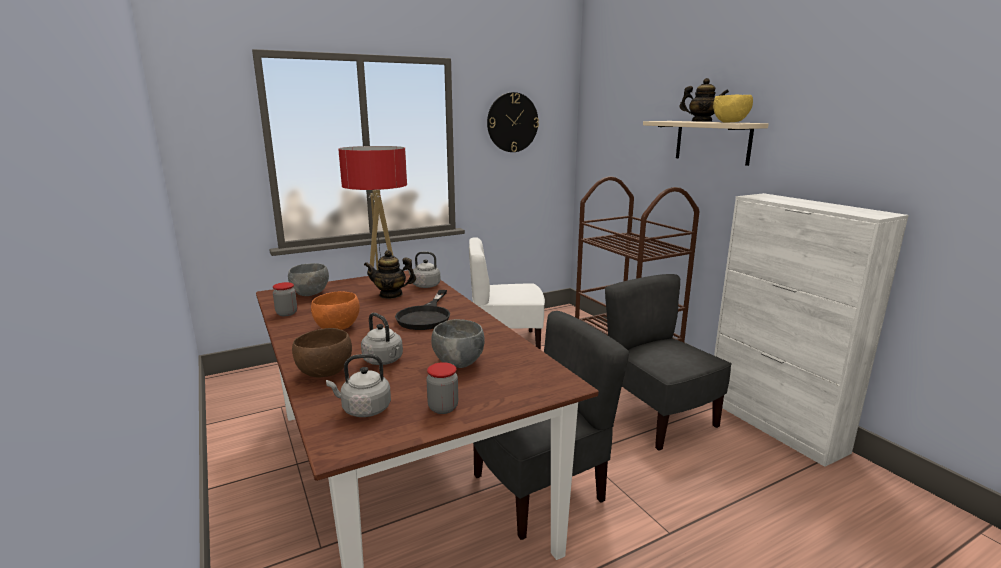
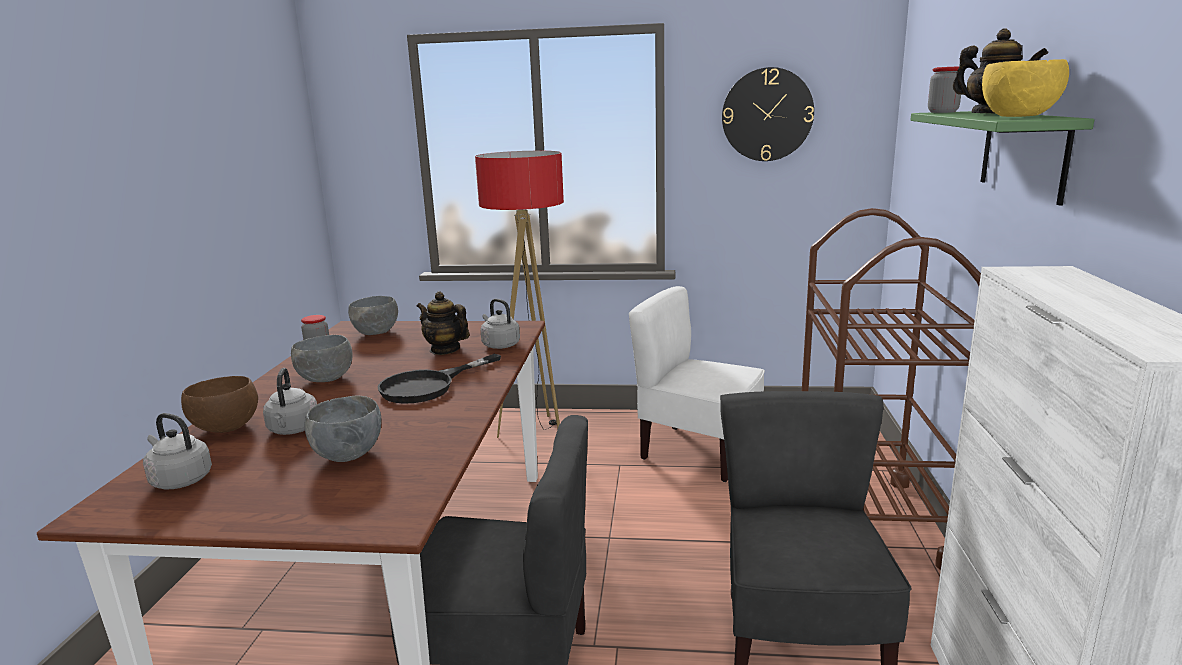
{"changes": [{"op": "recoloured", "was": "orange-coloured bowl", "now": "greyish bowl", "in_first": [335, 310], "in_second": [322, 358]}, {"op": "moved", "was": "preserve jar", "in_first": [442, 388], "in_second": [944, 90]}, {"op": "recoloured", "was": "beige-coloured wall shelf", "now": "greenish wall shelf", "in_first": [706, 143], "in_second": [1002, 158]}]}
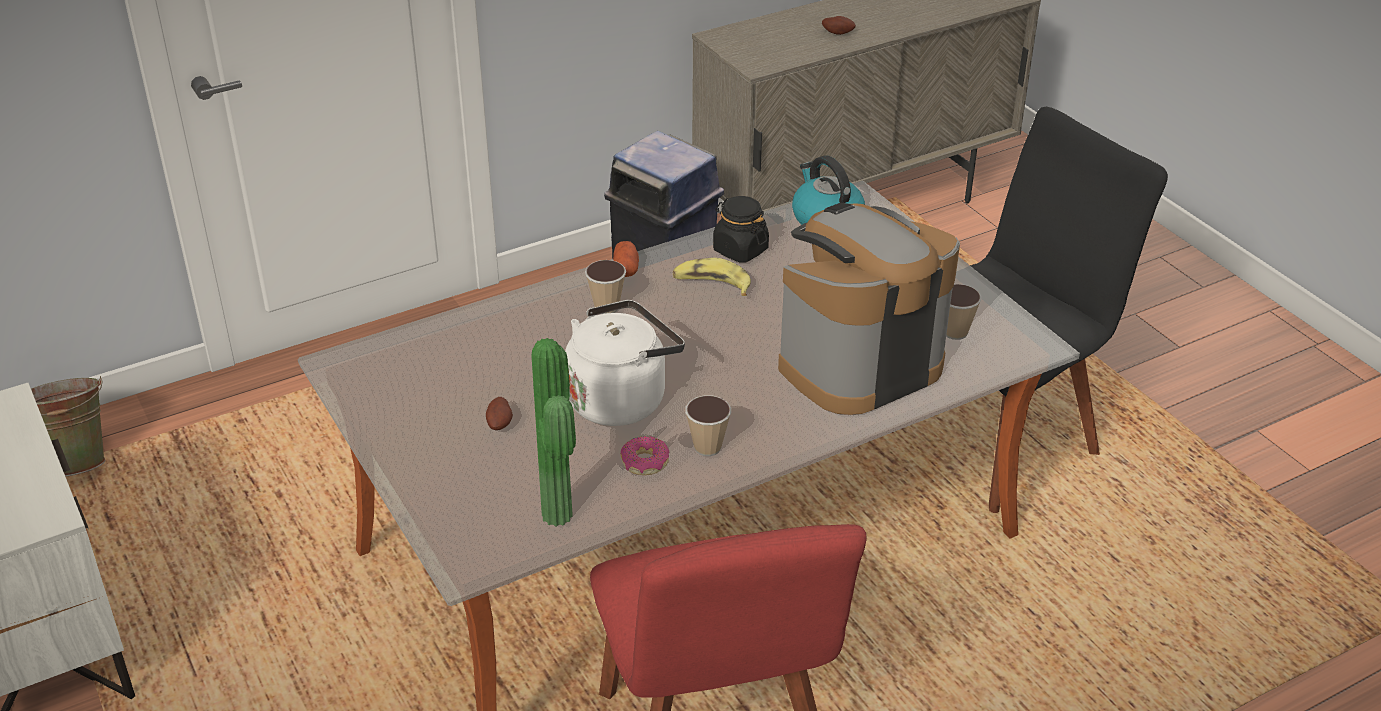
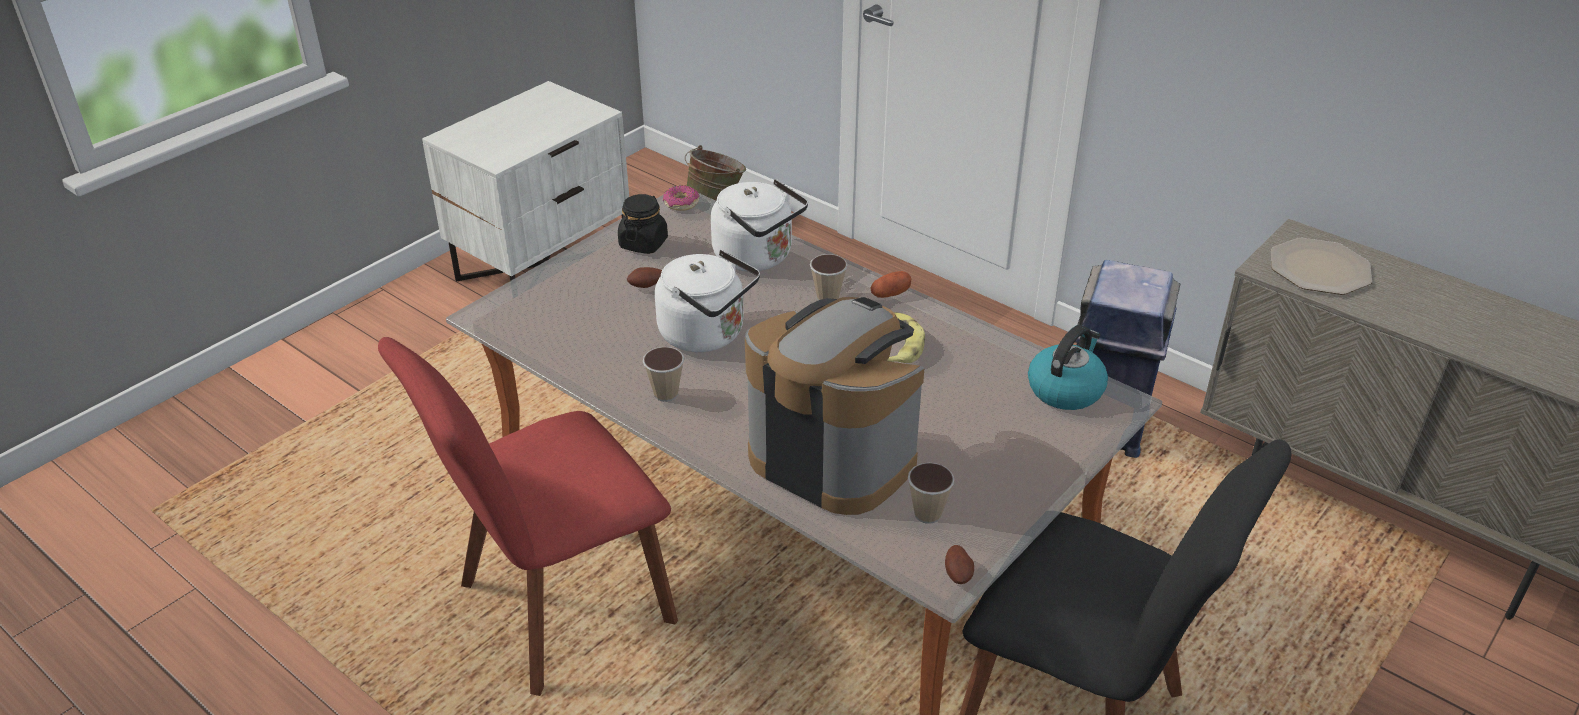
{"changes": [{"op": "removed", "was": "potted plant", "in_first": [554, 432]}, {"op": "moved", "was": "donut", "in_first": [644, 455], "in_second": [681, 198]}, {"op": "moved", "was": "black-coloured preserve jar", "in_first": [741, 229], "in_second": [643, 224]}, {"op": "moved", "was": "potato", "in_first": [839, 25], "in_second": [959, 564]}, {"op": "added", "now": "white-coloured kettle", "in_second": [759, 225]}, {"op": "added", "now": "dinner plate", "in_second": [1321, 266]}]}
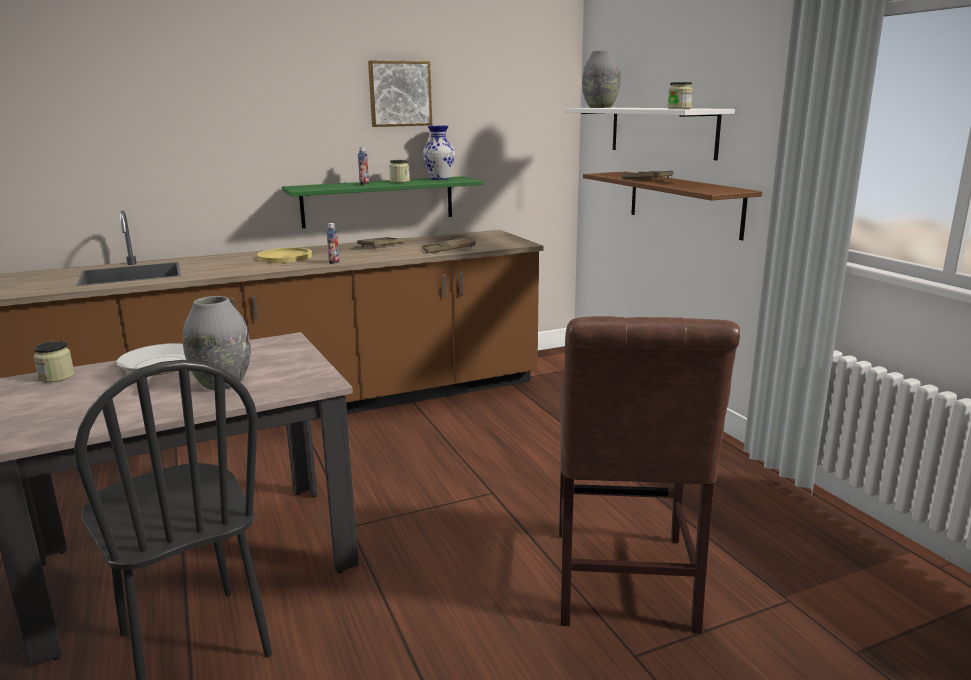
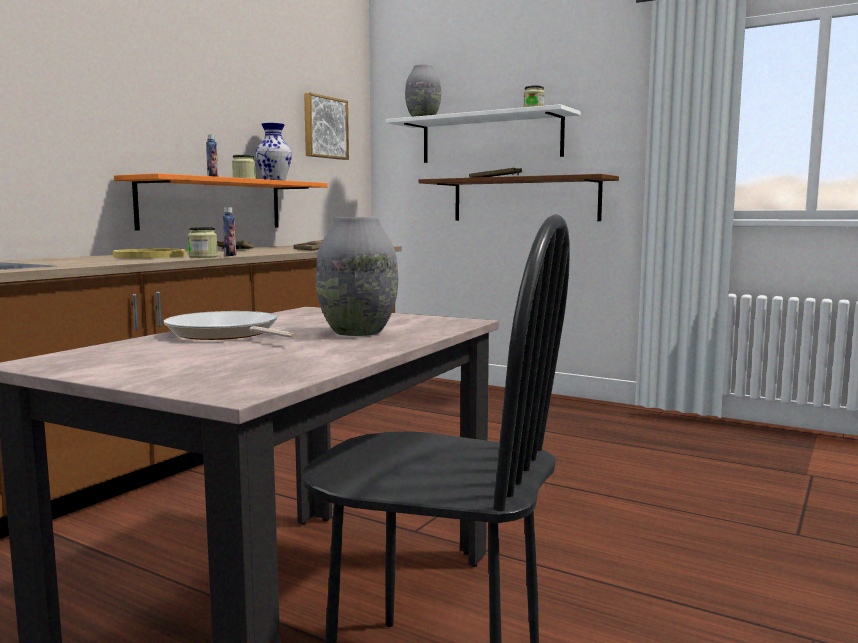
{"changes": [{"op": "moved", "was": "preserve jar", "in_first": [54, 361], "in_second": [203, 242]}, {"op": "recoloured", "was": "greenish wall shelf", "now": "orange-coloured wall shelf", "in_first": [382, 202], "in_second": [221, 202]}, {"op": "moved", "was": "wall picture", "in_first": [400, 94], "in_second": [326, 126]}, {"op": "removed", "was": "brown plain chair", "in_first": [649, 474]}]}
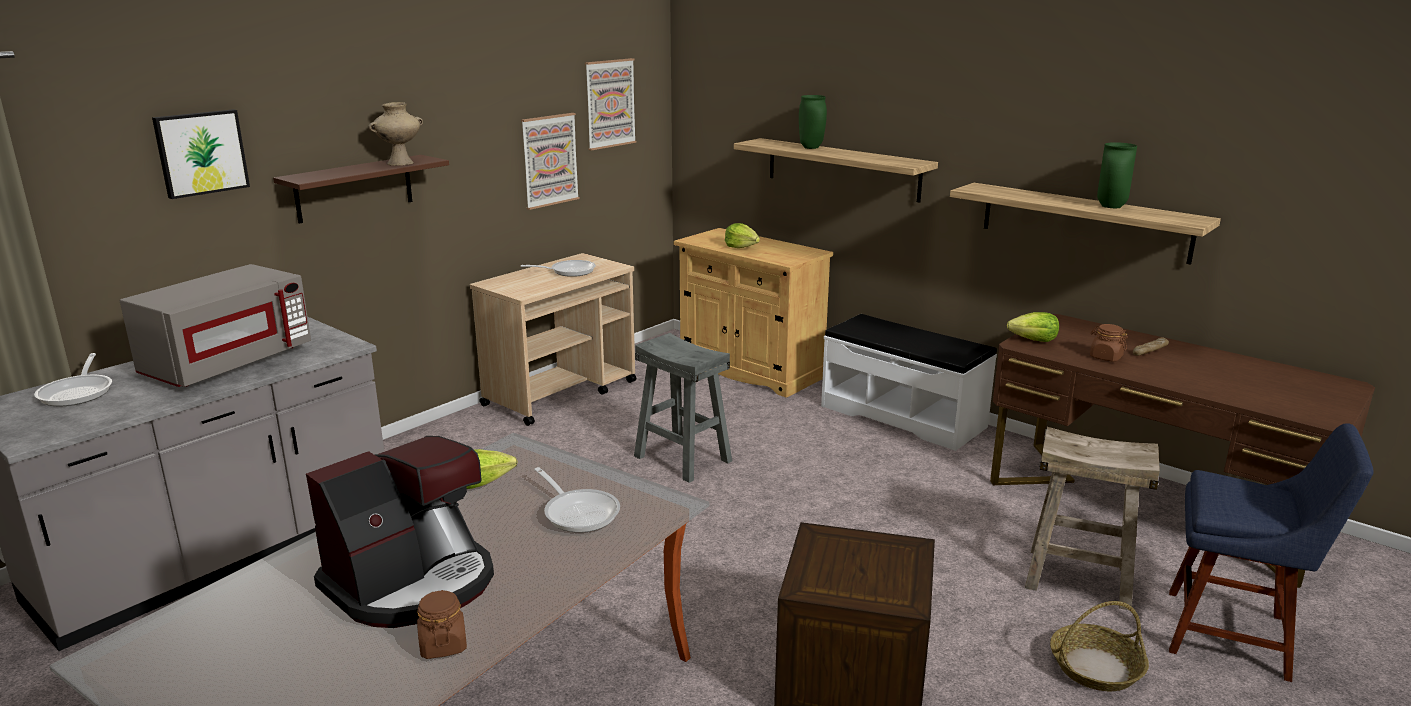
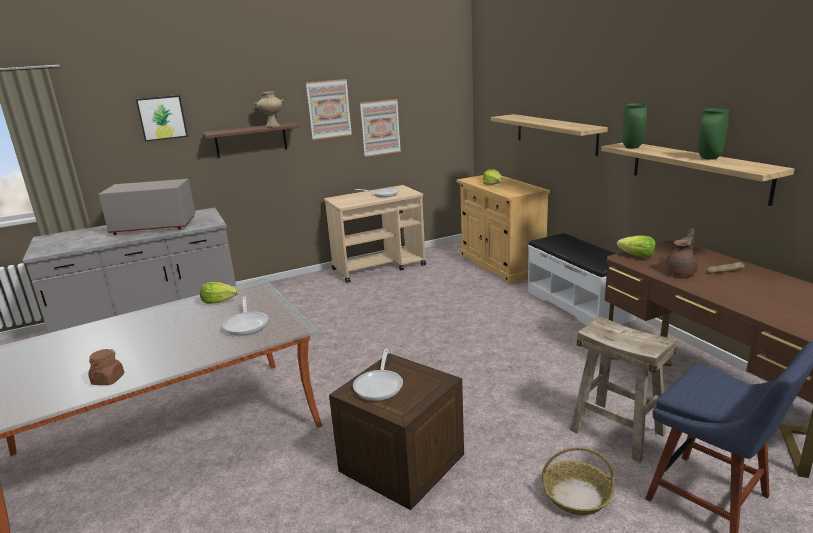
{"changes": [{"op": "moved", "was": "frying pan", "in_first": [73, 379], "in_second": [378, 375]}, {"op": "turned", "was": "greyish kitchen microwave", "in_first": [215, 325], "in_second": [147, 207], "clockwise": -150}, {"op": "removed", "was": "coffee maker", "in_first": [400, 532]}, {"op": "moved", "was": "wall picture", "in_first": [611, 104], "in_second": [329, 109]}, {"op": "removed", "was": "greyish sitting stool", "in_first": [683, 408]}, {"op": "moved", "was": "greenish vase", "in_first": [813, 122], "in_second": [634, 126]}, {"op": "replaced", "was": "brown preserve jar", "now": "brown tea pot", "in_first": [1109, 343], "in_second": [681, 252]}]}
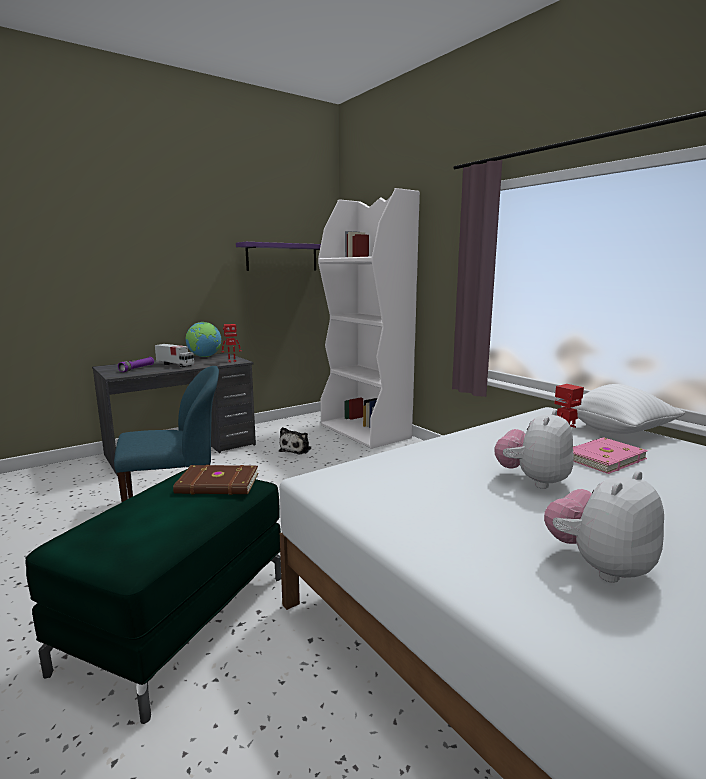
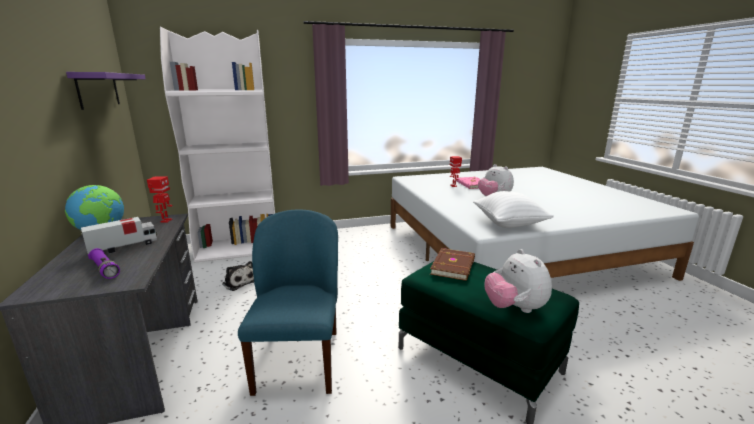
{"changes": [{"op": "moved", "was": "cuddly toy", "in_first": [604, 527], "in_second": [518, 281]}, {"op": "moved", "was": "white-coloured pillow", "in_first": [623, 409], "in_second": [513, 209]}]}
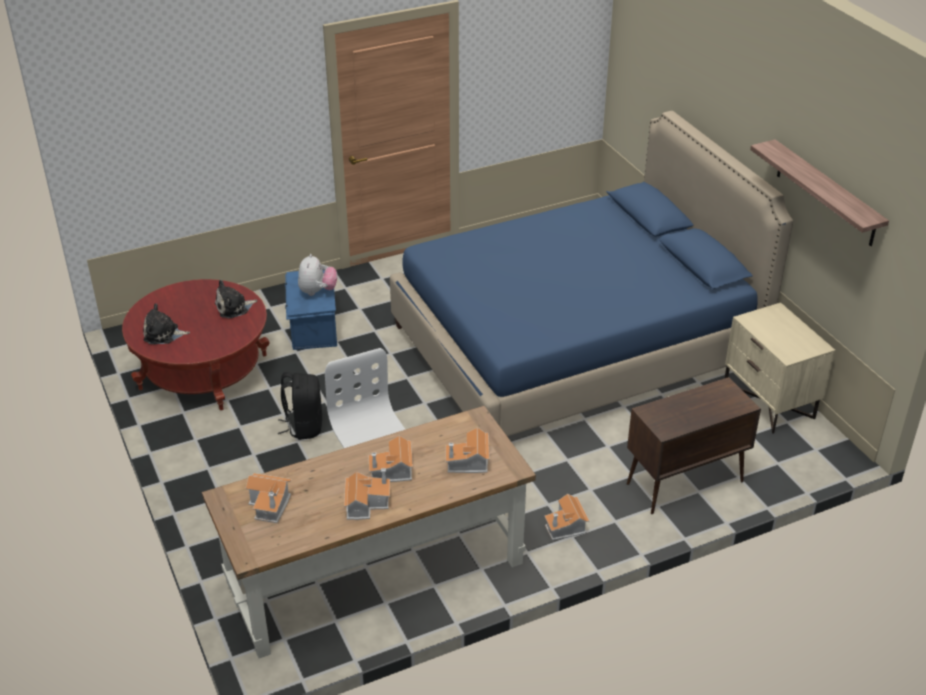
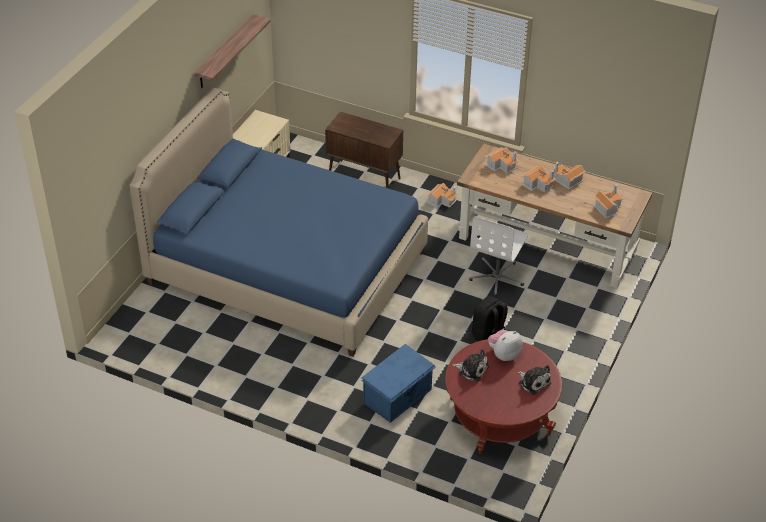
{"changes": [{"op": "moved", "was": "cuddly toy", "in_first": [317, 275], "in_second": [505, 345]}]}
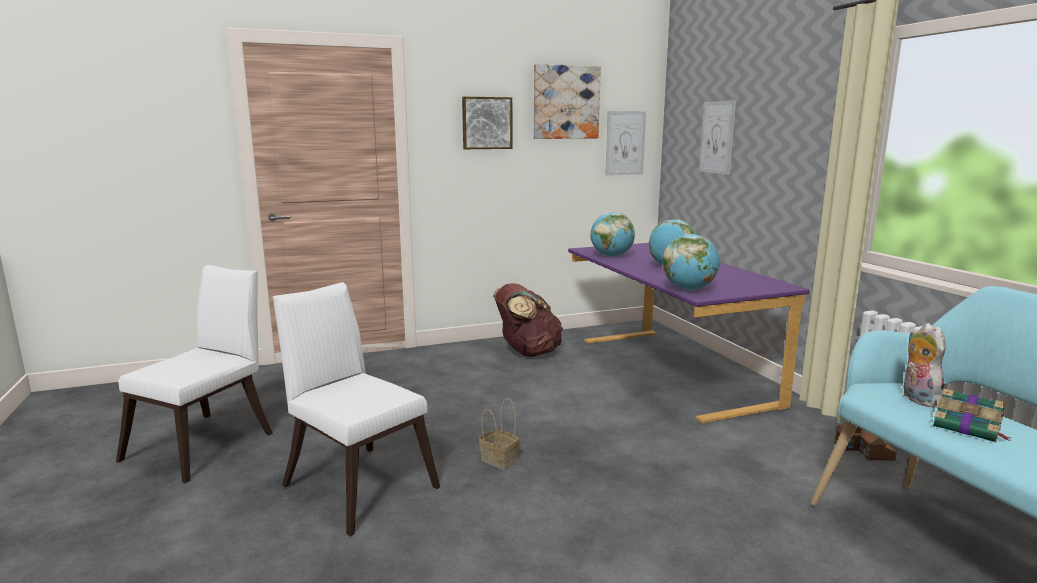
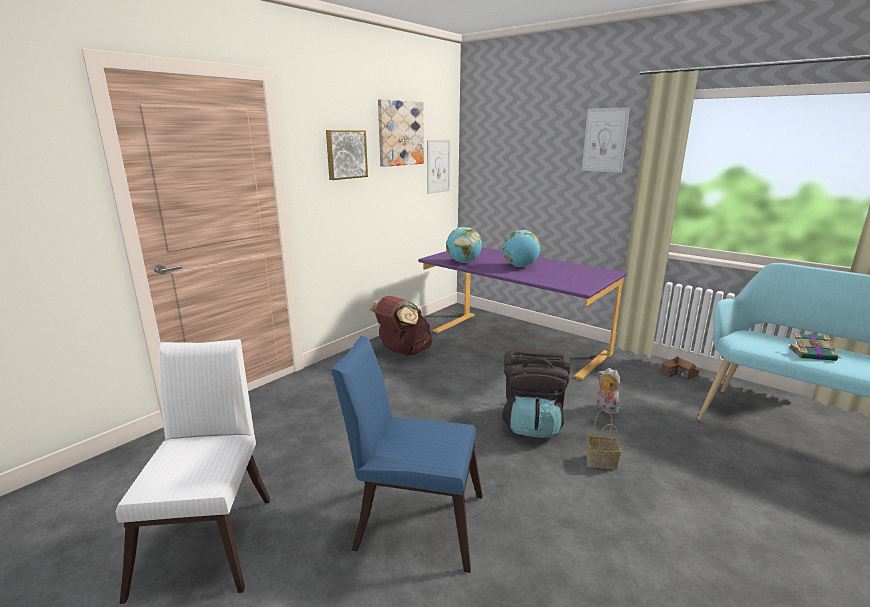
{"changes": [{"op": "recoloured", "was": "white-coloured plain chair", "now": "bluish plain chair", "in_first": [356, 409], "in_second": [407, 454]}, {"op": "moved", "was": "storage basket", "in_first": [499, 434], "in_second": [604, 439]}, {"op": "removed", "was": "globe", "in_first": [691, 262]}, {"op": "moved", "was": "wall picture", "in_first": [717, 137], "in_second": [606, 140]}, {"op": "moved", "was": "cuddly toy", "in_first": [924, 365], "in_second": [608, 391]}, {"op": "added", "now": "black-coloured backpack", "in_second": [536, 393]}]}
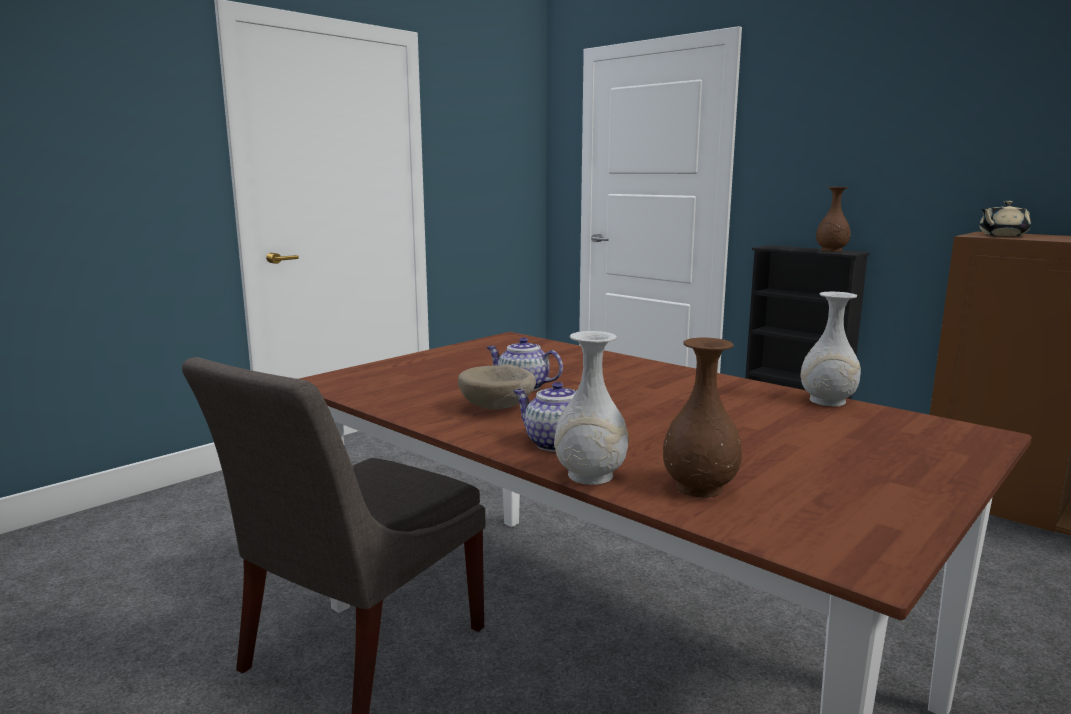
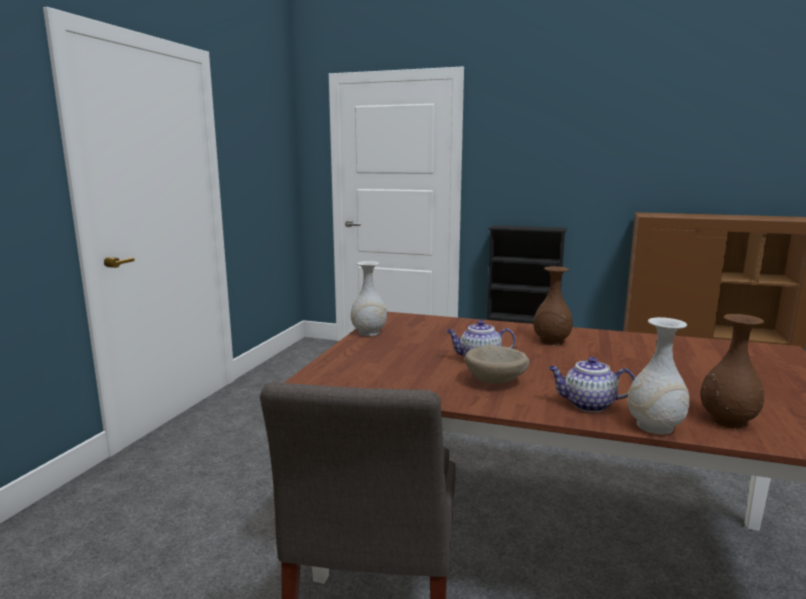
{"changes": [{"op": "moved", "was": "white-coloured vase", "in_first": [830, 349], "in_second": [369, 298]}, {"op": "moved", "was": "brown vase", "in_first": [833, 219], "in_second": [553, 305]}, {"op": "removed", "was": "beige-coloured tea pot", "in_first": [1005, 218]}]}
